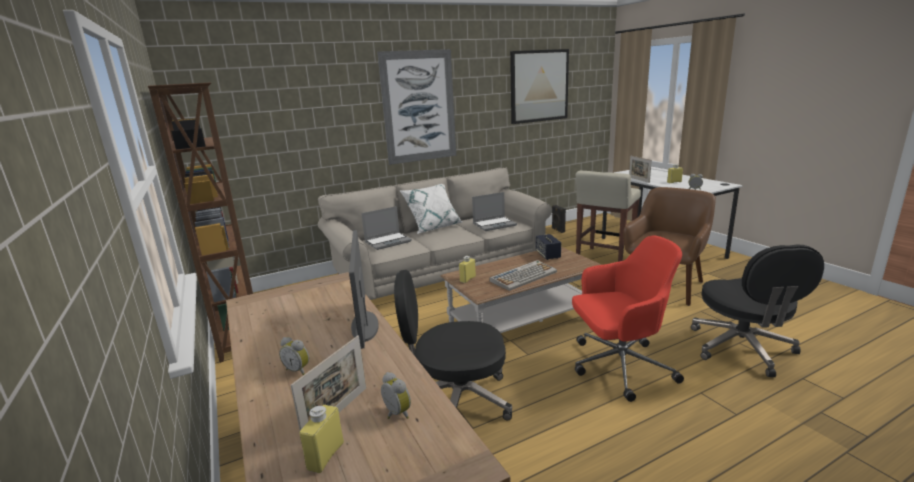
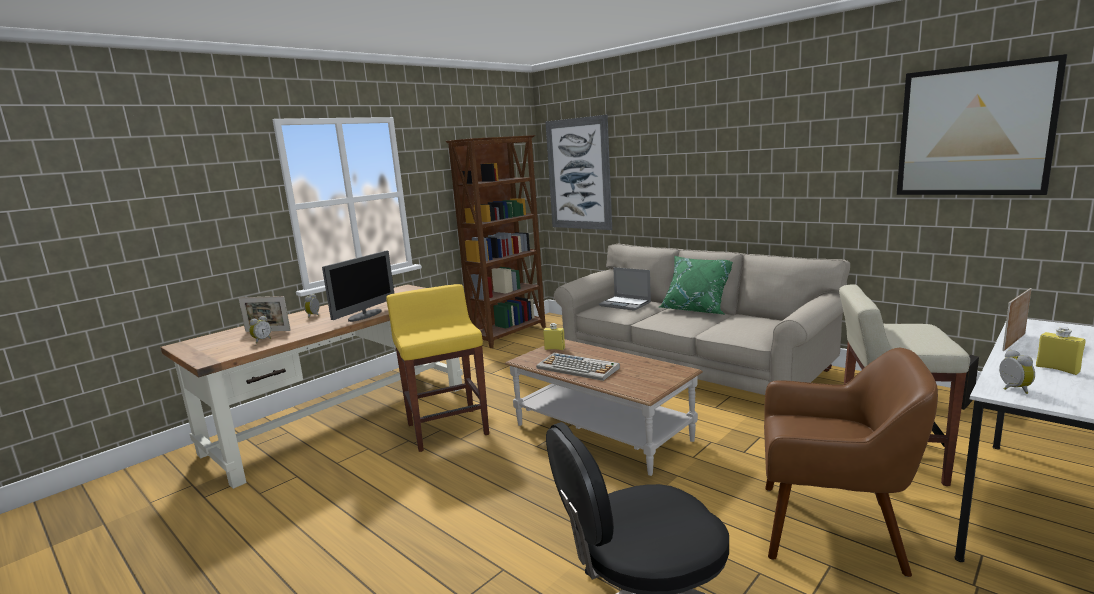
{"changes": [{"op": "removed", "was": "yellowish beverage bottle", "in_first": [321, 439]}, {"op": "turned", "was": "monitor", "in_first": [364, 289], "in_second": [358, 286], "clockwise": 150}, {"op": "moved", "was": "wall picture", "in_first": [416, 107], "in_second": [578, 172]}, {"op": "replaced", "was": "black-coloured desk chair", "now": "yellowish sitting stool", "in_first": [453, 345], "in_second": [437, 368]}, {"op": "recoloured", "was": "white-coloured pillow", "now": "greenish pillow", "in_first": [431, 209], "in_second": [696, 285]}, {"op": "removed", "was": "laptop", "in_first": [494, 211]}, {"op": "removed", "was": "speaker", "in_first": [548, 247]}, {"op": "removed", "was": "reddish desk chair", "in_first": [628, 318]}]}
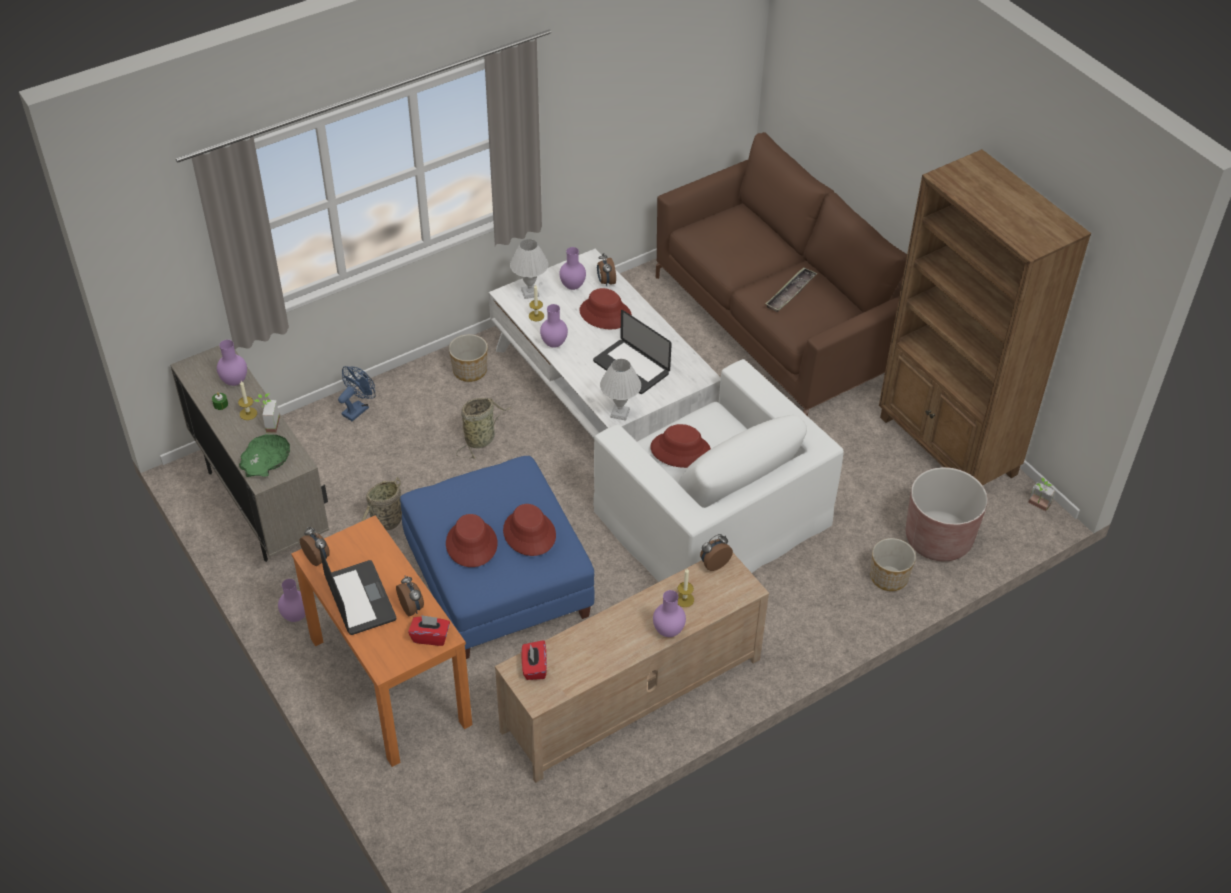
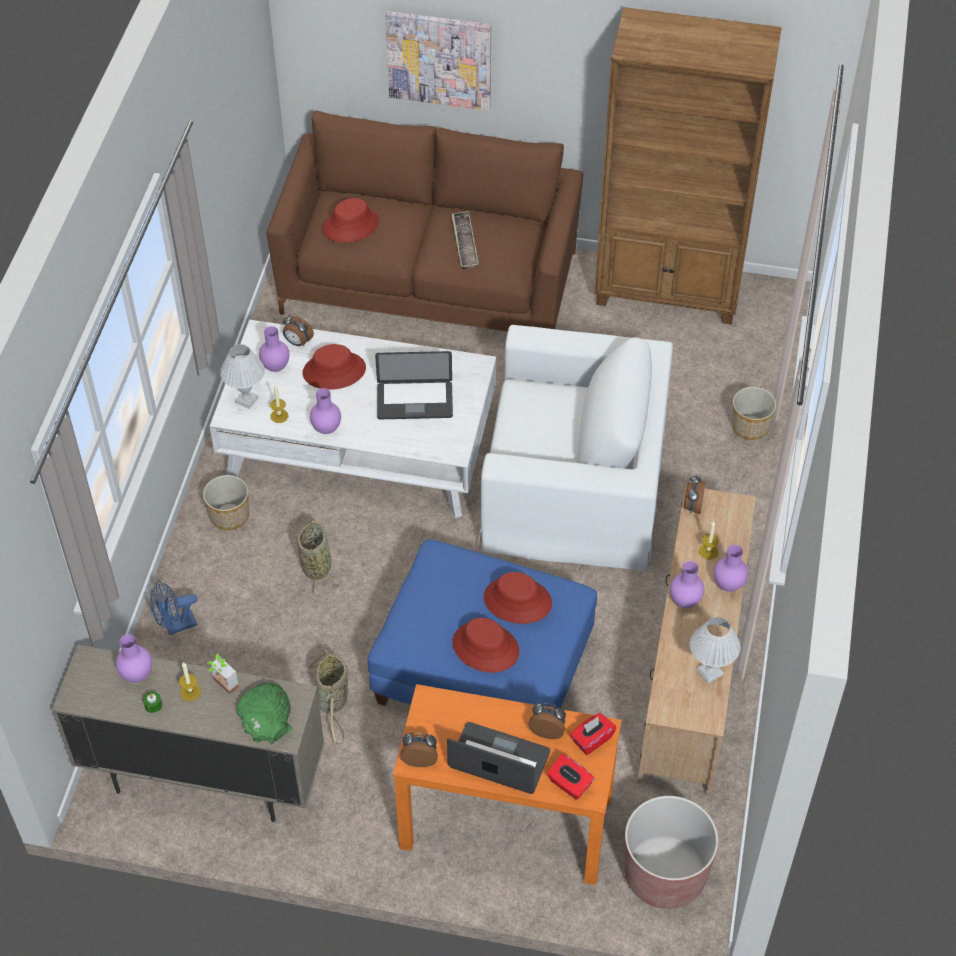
{"changes": [{"op": "moved", "was": "purple-coloured vase", "in_first": [292, 600], "in_second": [687, 584]}, {"op": "turned", "was": "bluish cooling fan", "in_first": [357, 393], "in_second": [174, 608], "clockwise": -105}, {"op": "moved", "was": "reddish tissue holder", "in_first": [534, 660], "in_second": [570, 777]}, {"op": "moved", "was": "white-coloured table lamp", "in_first": [620, 390], "in_second": [715, 650]}, {"op": "moved", "was": "reddish wearable hat", "in_first": [680, 446], "in_second": [351, 220]}, {"op": "moved", "was": "brown planter", "in_first": [947, 514], "in_second": [671, 852]}, {"op": "removed", "was": "potted plant", "in_first": [1041, 494]}, {"op": "added", "now": "wall picture", "in_second": [438, 61]}]}
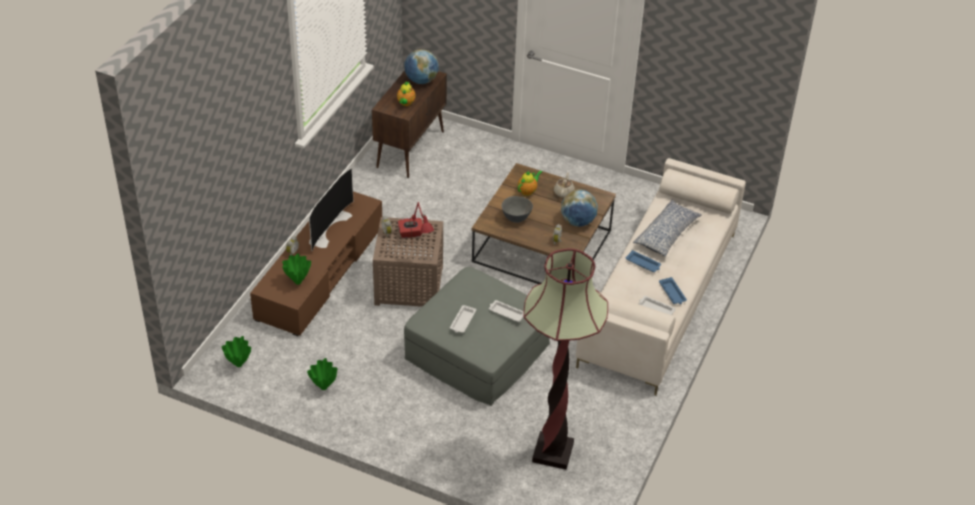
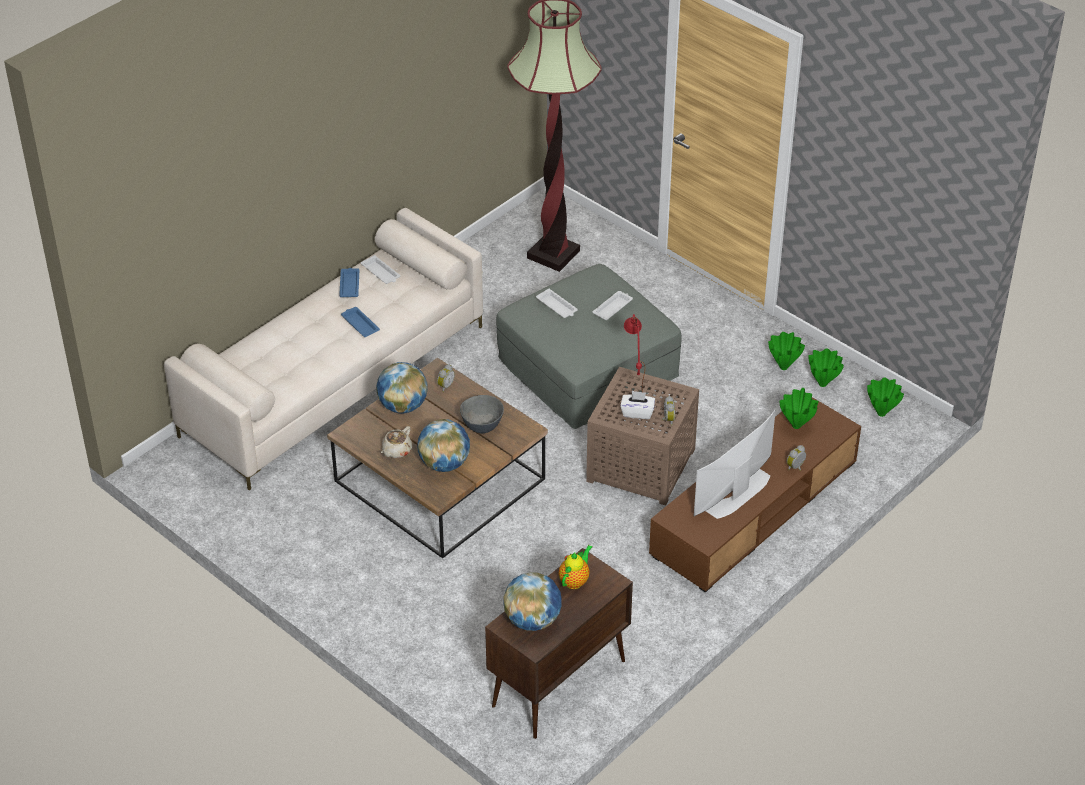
{"changes": [{"op": "recoloured", "was": "reddish tissue holder", "now": "white-coloured tissue holder", "in_first": [410, 228], "in_second": [637, 405]}, {"op": "replaced", "was": "tea pot", "now": "globe", "in_first": [530, 183], "in_second": [443, 445]}, {"op": "removed", "was": "pillow", "in_first": [667, 228]}, {"op": "added", "now": "greenish vase", "in_second": [826, 367]}]}
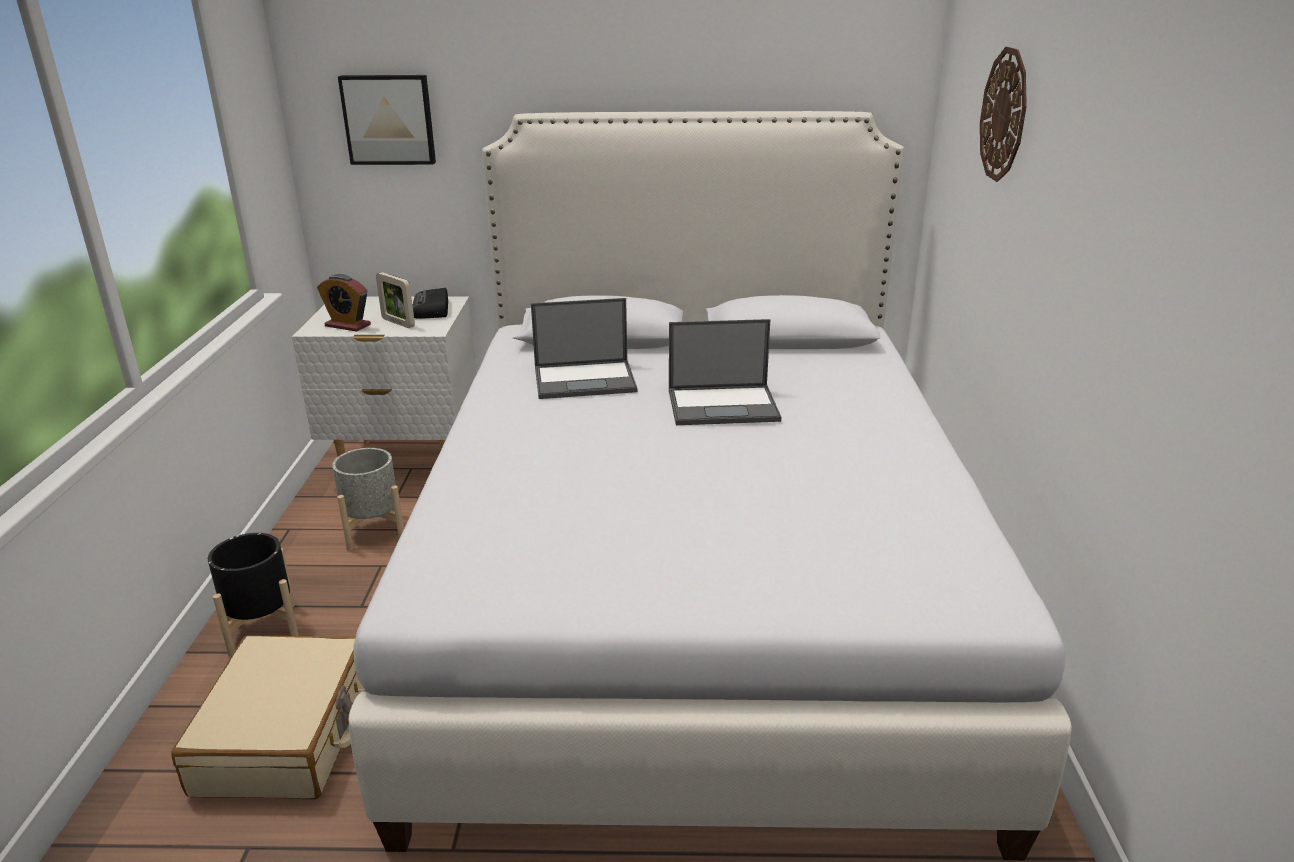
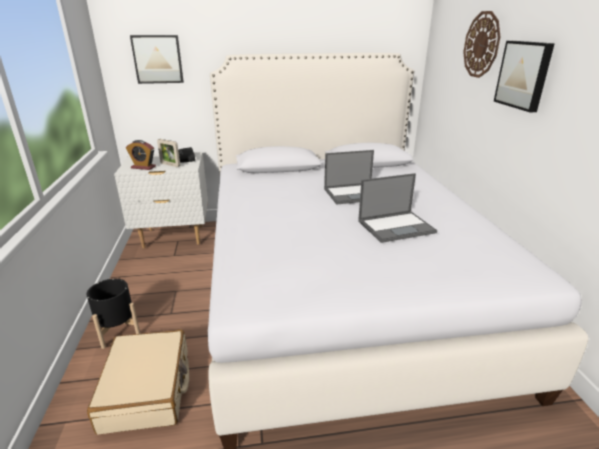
{"changes": [{"op": "removed", "was": "greyish planter", "in_first": [368, 499]}, {"op": "moved", "was": "laptop", "in_first": [584, 348], "in_second": [397, 208]}, {"op": "added", "now": "wall picture", "in_second": [524, 76]}]}
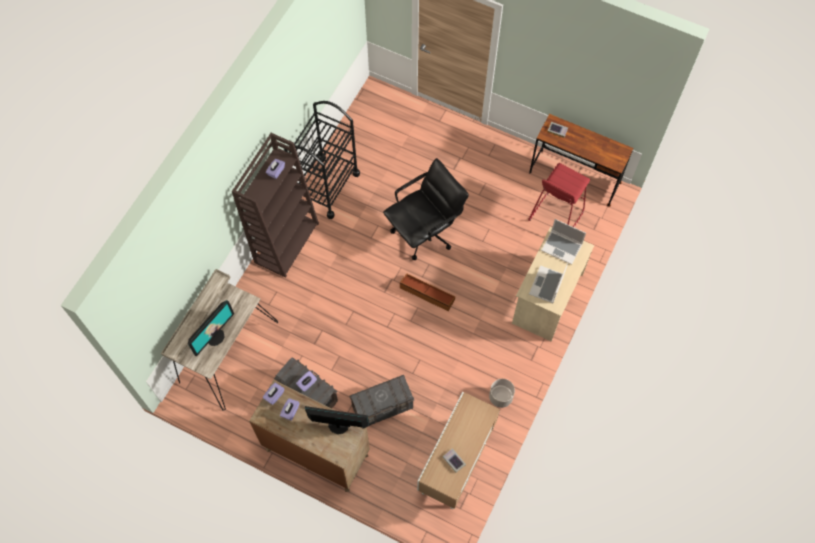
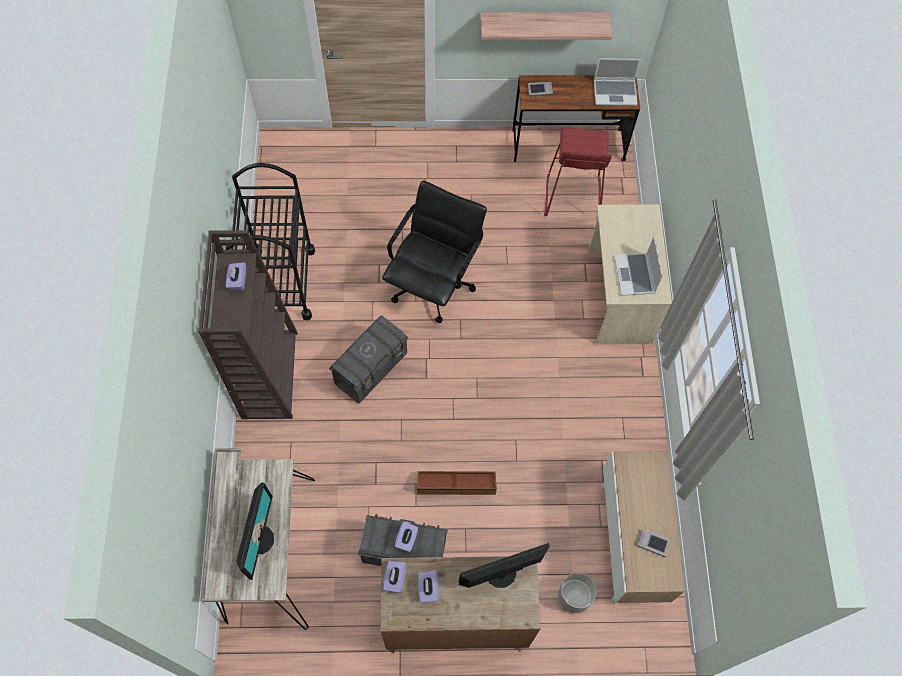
{"changes": [{"op": "moved", "was": "greyish storage container", "in_first": [381, 400], "in_second": [368, 359]}, {"op": "moved", "was": "brown storage container", "in_first": [427, 292], "in_second": [457, 483]}, {"op": "moved", "was": "greyish planter", "in_first": [502, 393], "in_second": [577, 593]}, {"op": "moved", "was": "laptop", "in_first": [563, 242], "in_second": [617, 82]}, {"op": "added", "now": "wall shelf", "in_second": [546, 26]}]}
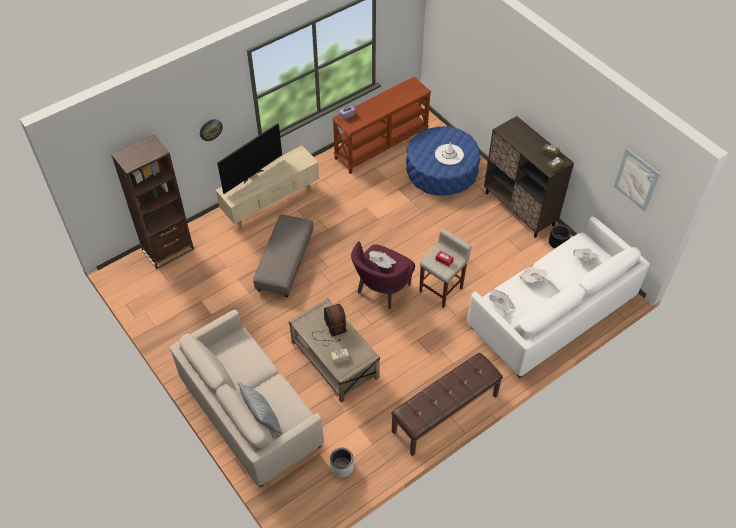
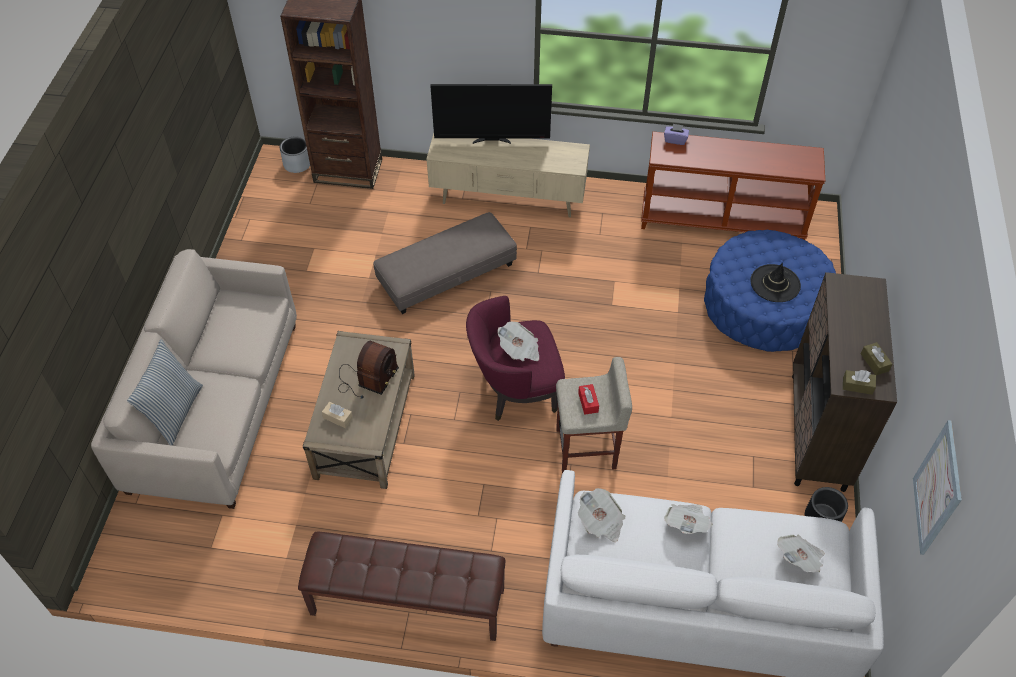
{"changes": [{"op": "removed", "was": "wall clock", "in_first": [211, 130]}, {"op": "moved", "was": "greyish planter", "in_first": [342, 462], "in_second": [295, 154]}, {"op": "recoloured", "was": "white-coloured wearable hat", "now": "black-coloured wearable hat", "in_first": [449, 153], "in_second": [775, 282]}]}
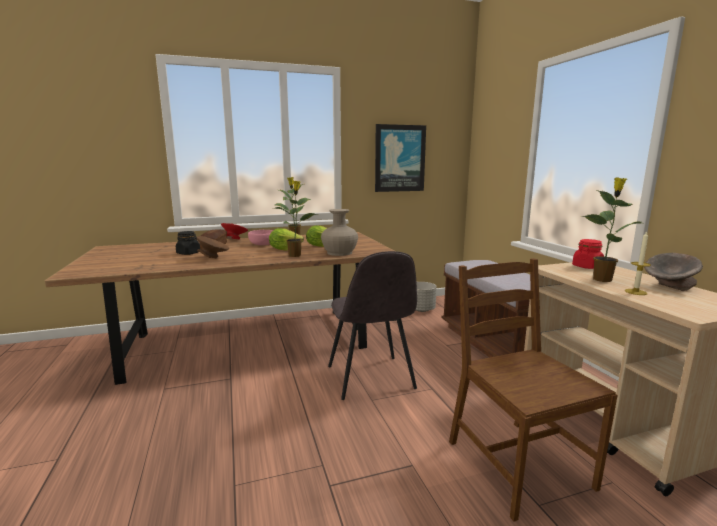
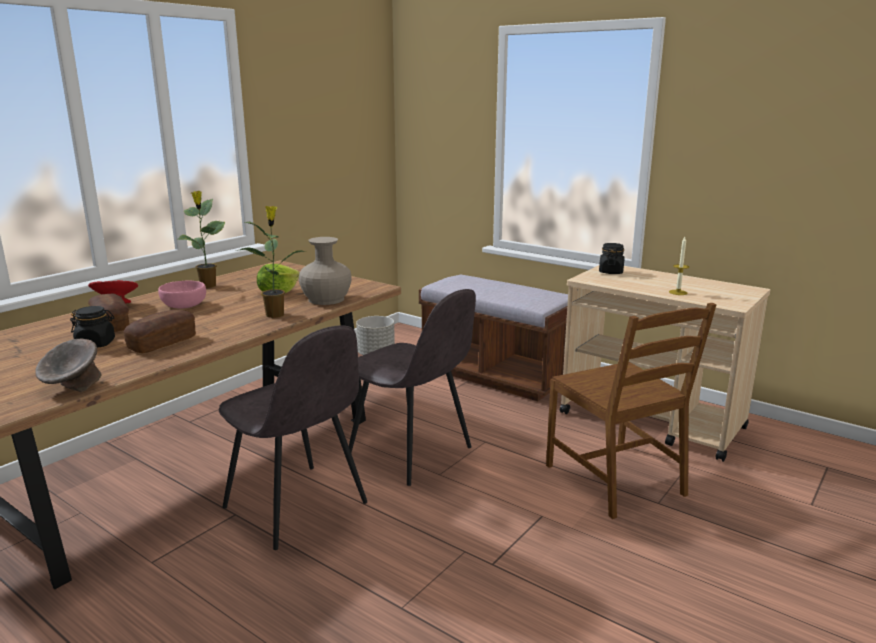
{"changes": [{"op": "replaced", "was": "brown bowl", "now": "baked bread", "in_first": [213, 247], "in_second": [160, 331]}, {"op": "removed", "was": "head of lettuce", "in_first": [286, 239]}, {"op": "removed", "was": "wall picture", "in_first": [400, 158]}, {"op": "turned", "was": "brown plain chair", "in_first": [533, 390], "in_second": [631, 411], "clockwise": -150}, {"op": "recoloured", "was": "reddish preserve jar", "now": "black-coloured preserve jar", "in_first": [588, 254], "in_second": [612, 258]}, {"op": "removed", "was": "potted plant", "in_first": [611, 229]}, {"op": "moved", "was": "greyish bowl", "in_first": [673, 272], "in_second": [68, 365]}, {"op": "added", "now": "greyish plain chair", "in_second": [293, 437]}]}
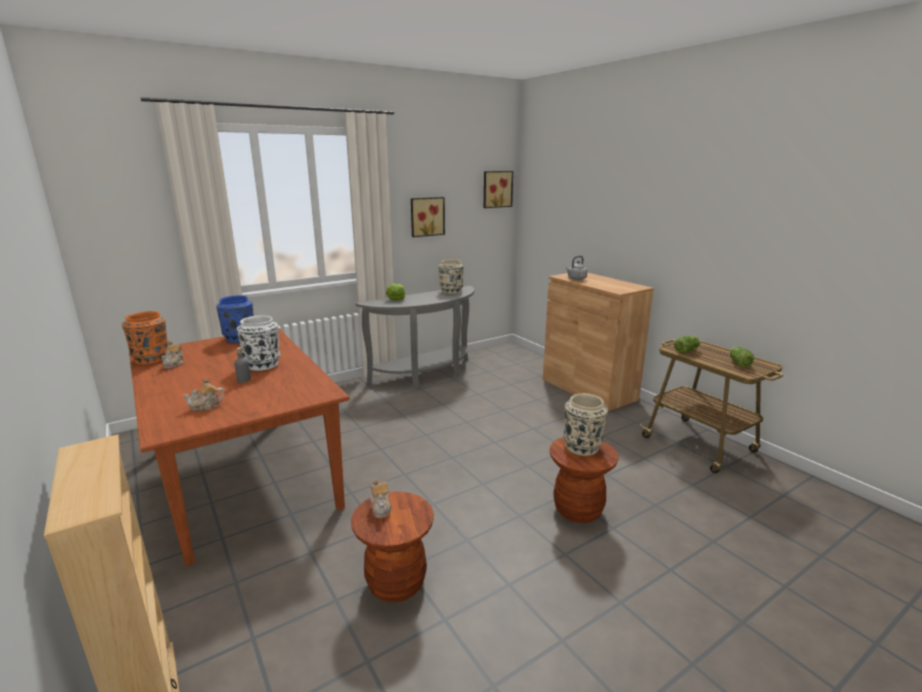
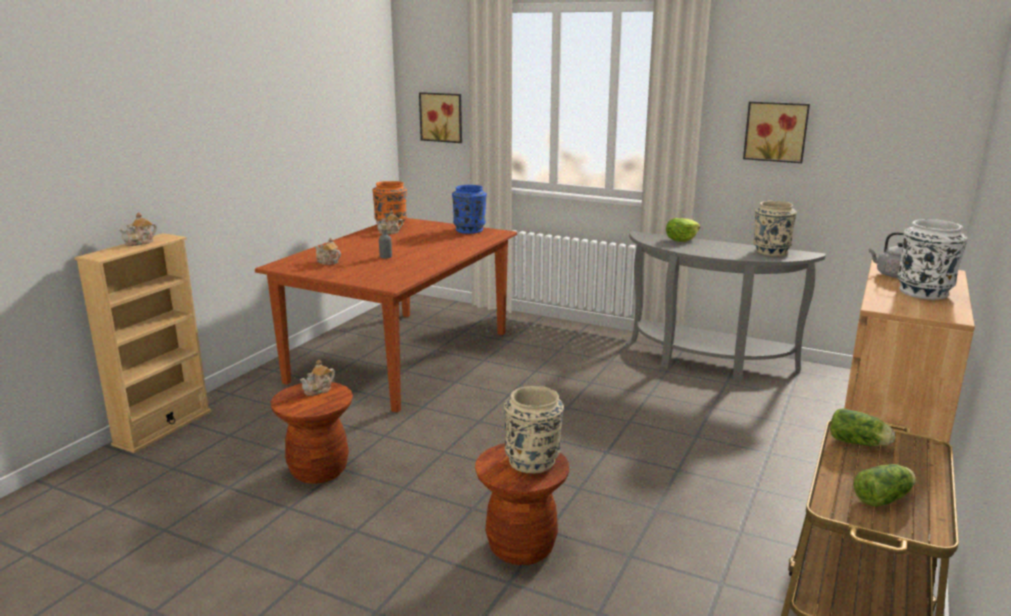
{"changes": [{"op": "moved", "was": "white-coloured vase", "in_first": [258, 343], "in_second": [932, 259]}, {"op": "moved", "was": "wall picture", "in_first": [498, 189], "in_second": [440, 117]}, {"op": "added", "now": "tea pot", "in_second": [138, 229]}]}
